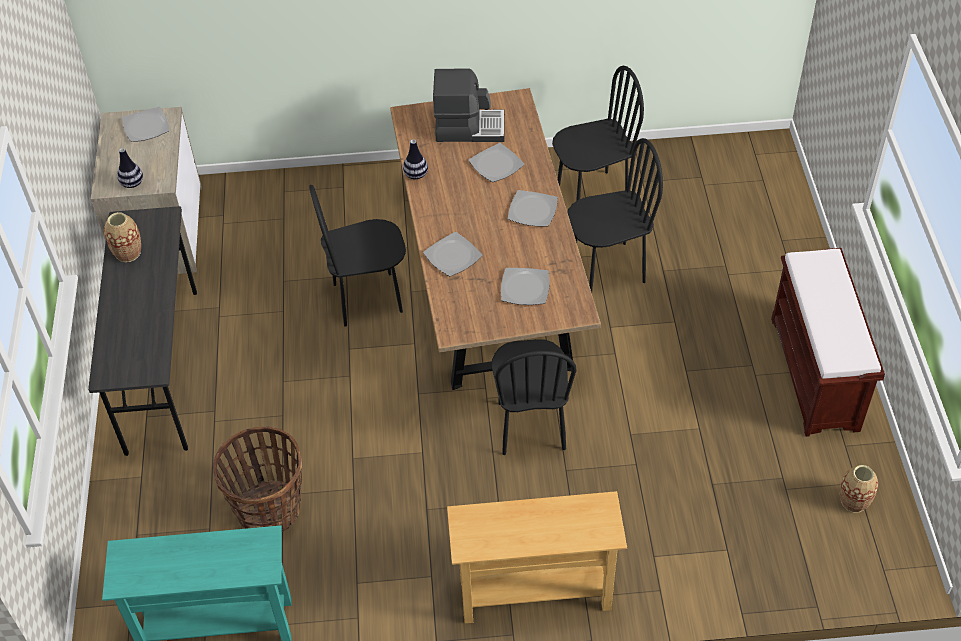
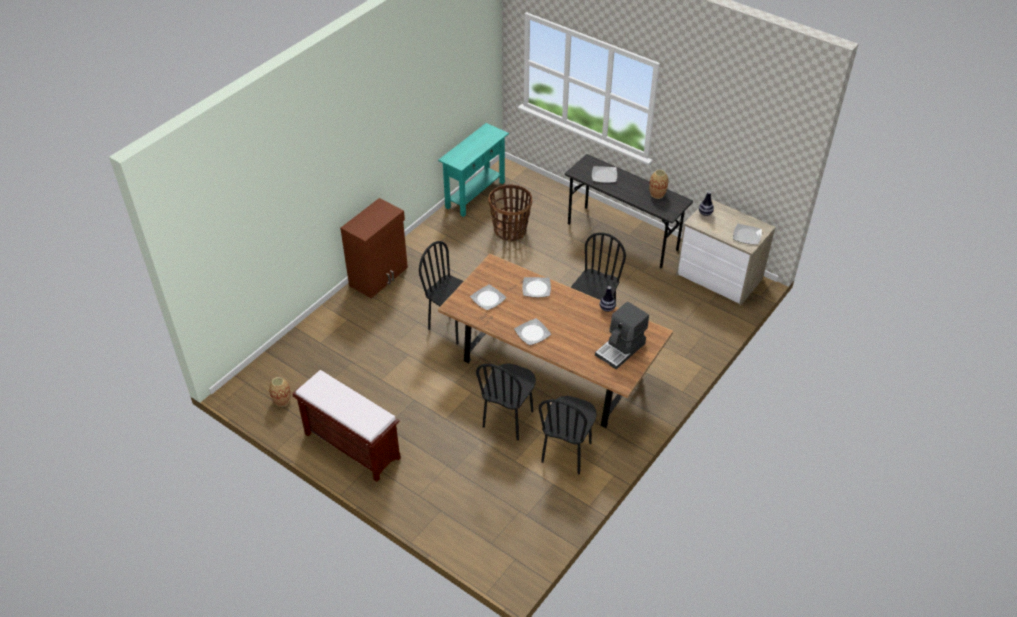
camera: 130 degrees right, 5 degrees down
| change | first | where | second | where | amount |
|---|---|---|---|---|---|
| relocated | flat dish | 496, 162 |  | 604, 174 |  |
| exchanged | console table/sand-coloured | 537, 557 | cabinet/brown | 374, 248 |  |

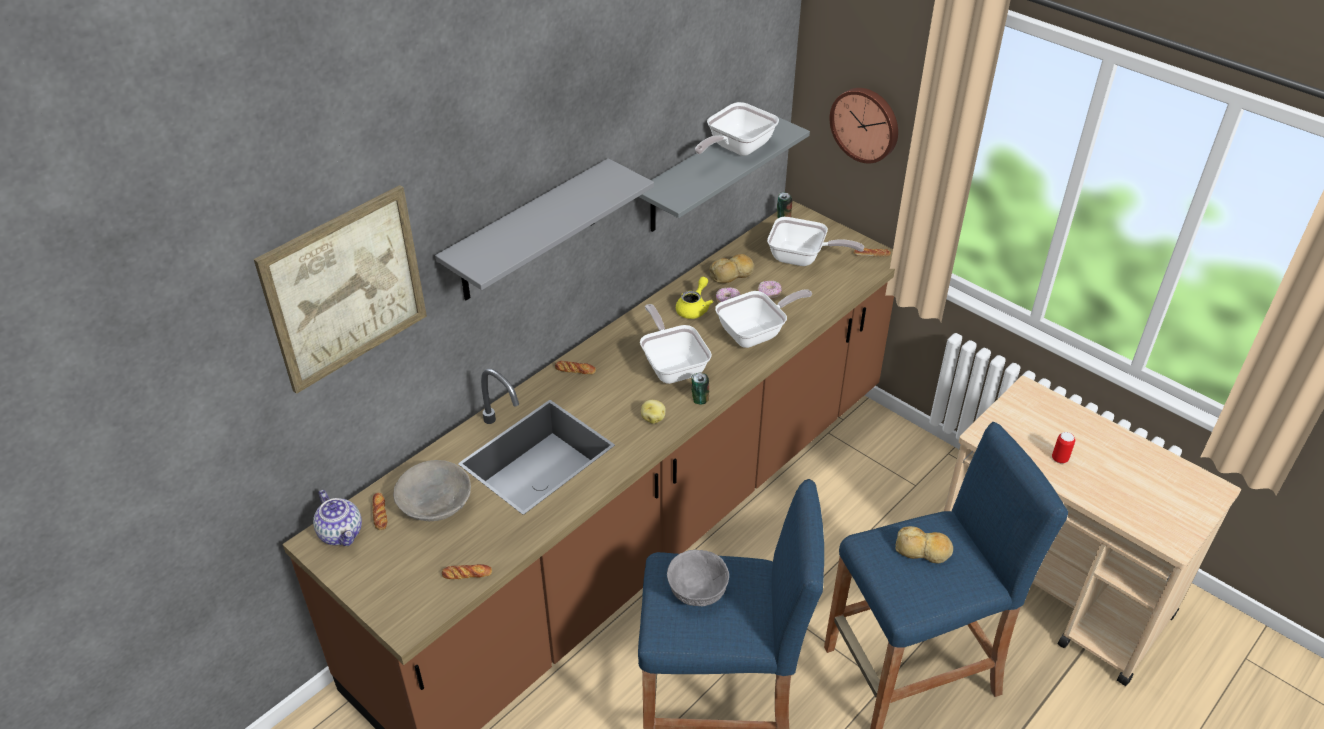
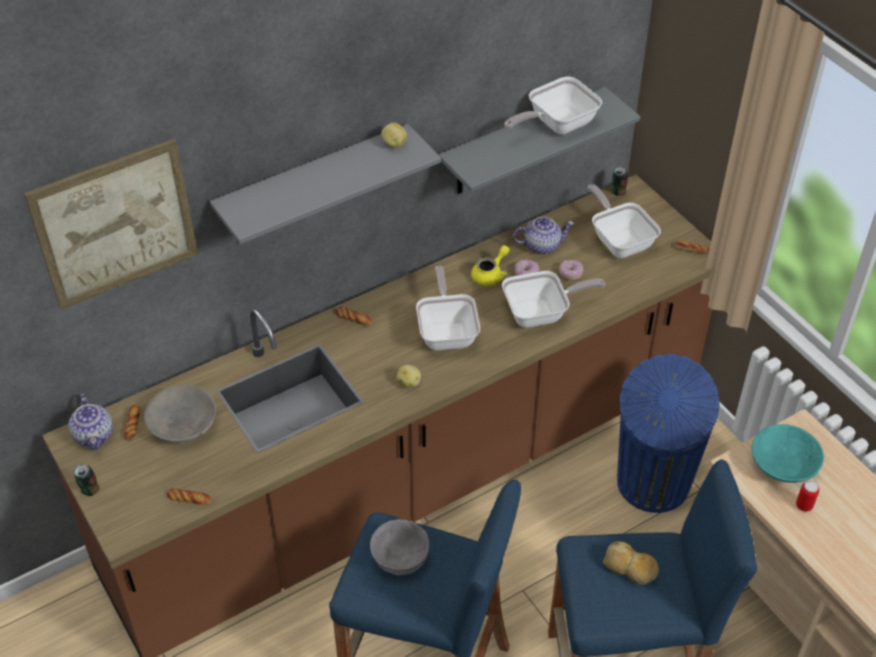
camera: 15 degrees right, 5 degrees up
| change | first | where | second | where | amount |
|---|---|---|---|---|---|
| missing | wall clock | 863, 126 |  |  |  |
| spun | frying pan | 815, 241 |  | 624, 221 | 150 degrees counterclockwise |
| exchanged | bakery bread | 732, 268 | pot for tea | 543, 235 |  |
| relocated | metal can | 700, 388 |  | 86, 480 |  |
| appeared |  |  | potato | 394, 135 |  |
| appeared |  |  | waste bin/bluish | 668, 433 |  |
| appeared |  |  | deep dish/turquoise | 787, 453 |  |

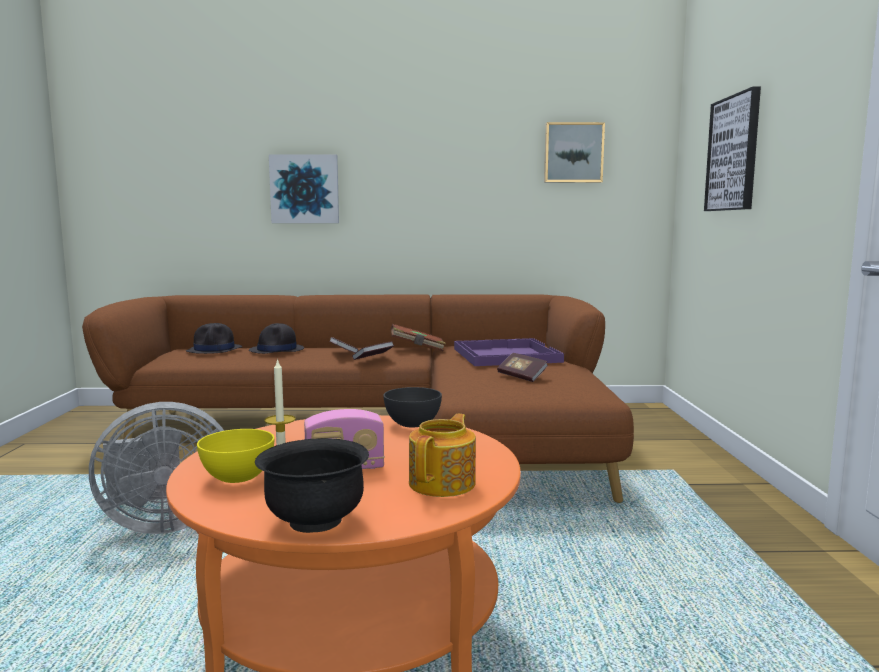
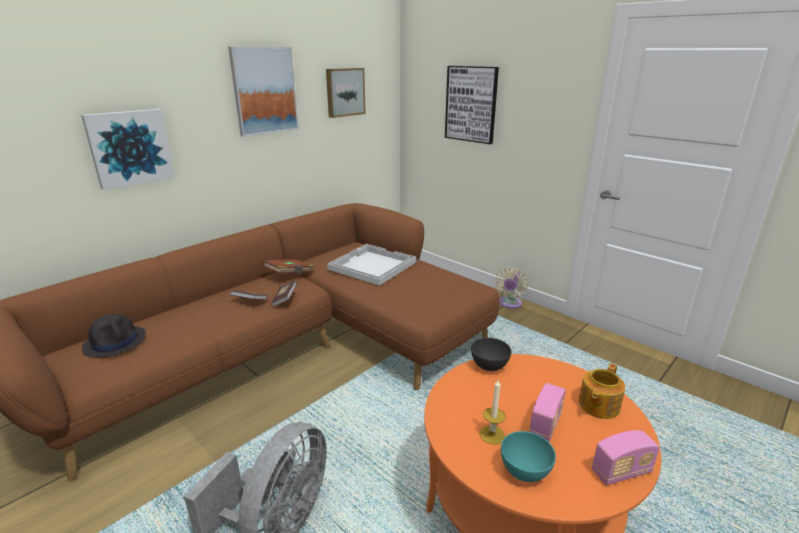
camera: 45 degrees left, 15 degrees up
| change | first | where | second | where | amount |
|---|---|---|---|---|---|
| missing | clothing hat/blackish | 276, 338 |  |  |  |
| colour | tray/purple-coloured | 509, 352 | tray/white | 371, 265 |  |
| missing | book | 522, 367 |  |  |  |
| spun | pot for tea | 442, 455 |  | 602, 391 | 120 degrees counterclockwise |
| colour | deep dish/yellow-coloured | 235, 456 | deep dish/turquoise | 528, 456 |  |
| exchanged | deep dish/blackish | 312, 485 | radio set | 626, 457 |  |
| appeared |  |  | wall art | 263, 92 |  |
| appeared |  |  | electric fan/sand-coloured | 511, 287 |  |

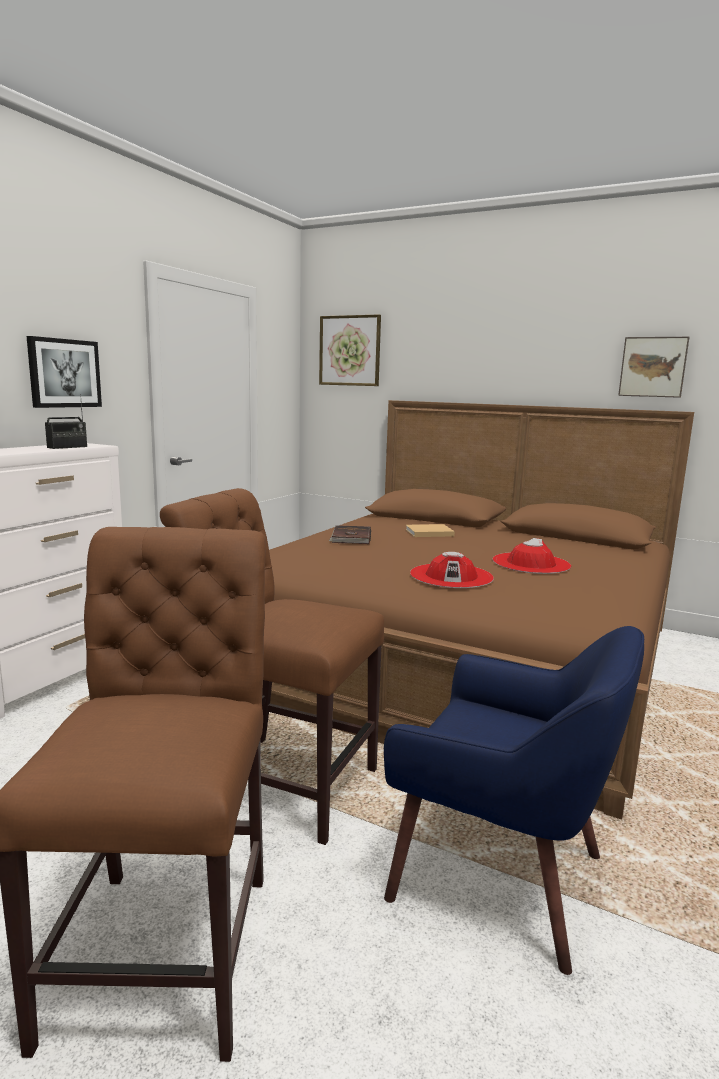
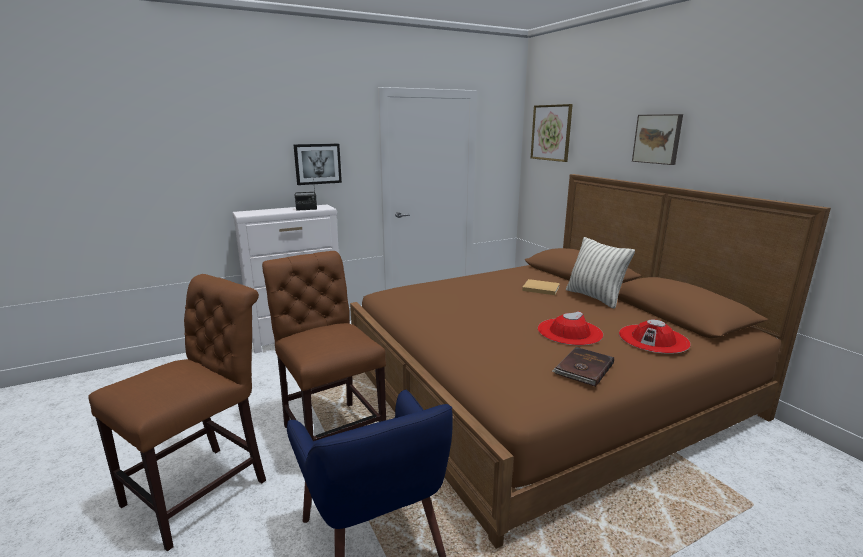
camera: 35 degrees right, 5 degrees up
| change | first | where | second | where | amount |
|---|---|---|---|---|---|
| relocated | wall art | 653, 367 |  | 657, 139 |  |
| relocated | book/brown | 350, 534 |  | 583, 367 |  |
| relocated | clothing hat/red-coloured | 452, 570 |  | 655, 336 |  |
| appeared |  |  | pillow | 600, 273 |  |

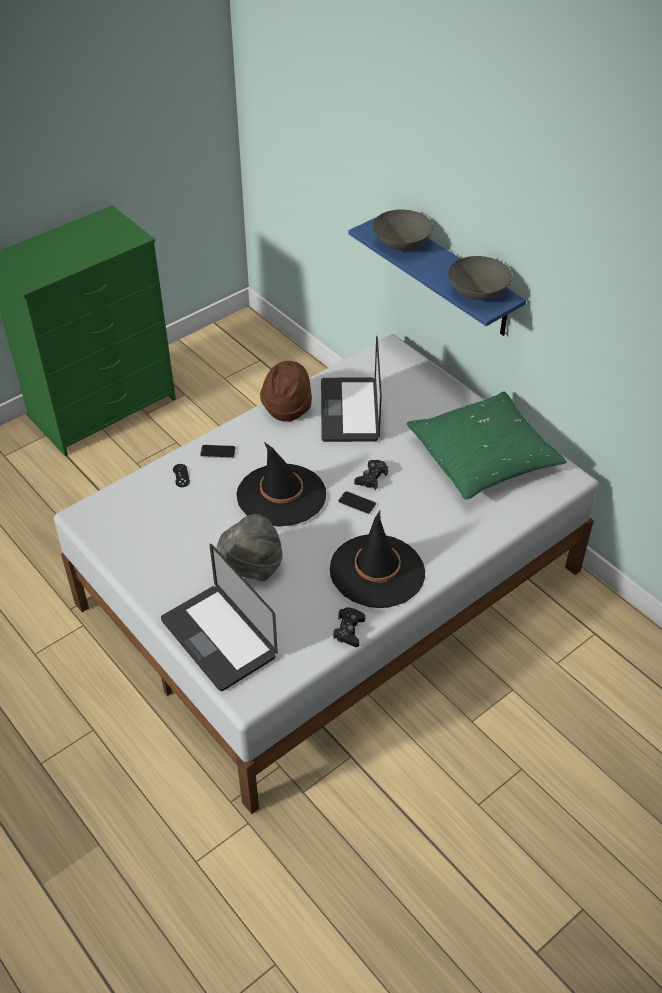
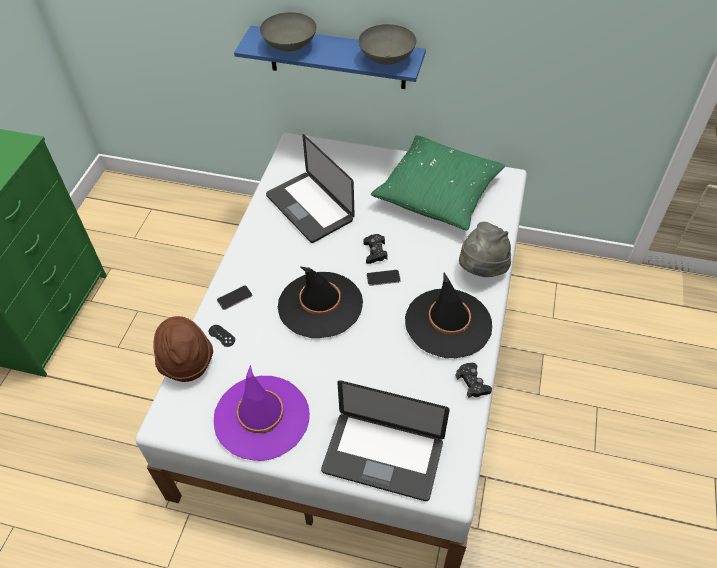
camera: 35 degrees left, 5 degrees up
| change | first | where | second | where | amount |
|---|---|---|---|---|---|
| relocated | clothing hat/brown | 286, 391 |  | 183, 349 |  |
| relocated | clothing hat/greyish | 249, 547 |  | 485, 249 |  |
| appeared |  |  | clothing hat/purple-coloured | 262, 413 |  |

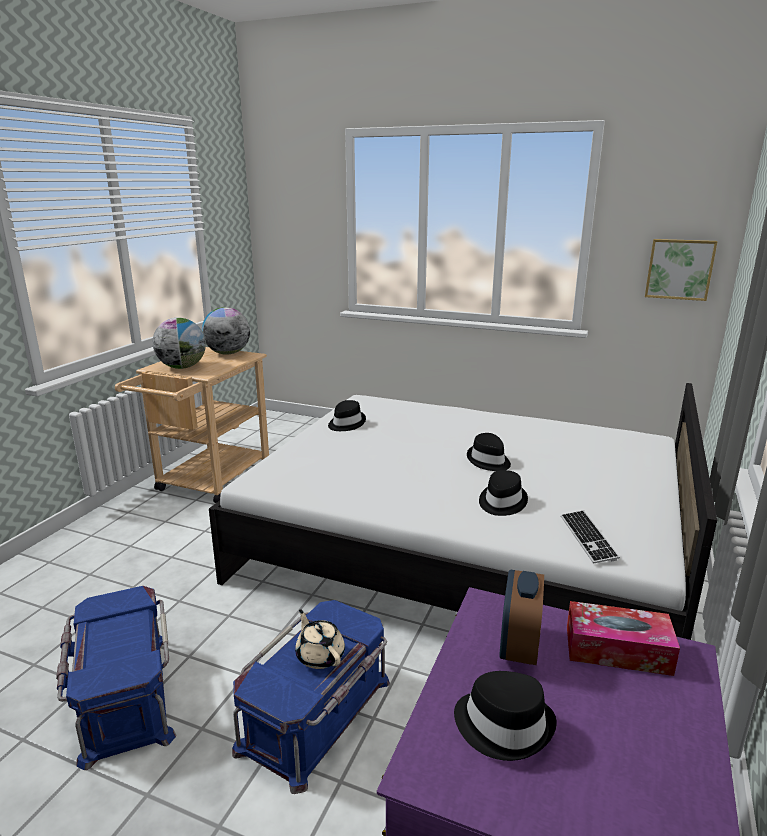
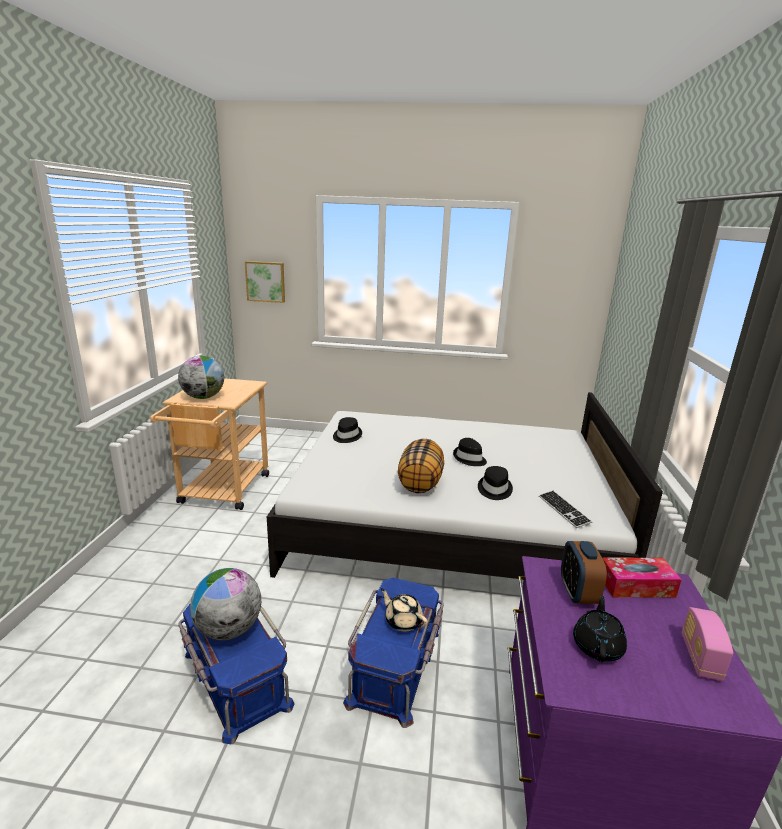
camera: 15 degrees left, 0 degrees up
| change | first | where | second | where | amount |
|---|---|---|---|---|---|
| relocated | wall art | 681, 270 |  | 265, 282 |  |
| relocated | globe | 226, 331 |  | 225, 604 |  |
| exchanged | clothing hat/blackish | 505, 716 | pot for tea/blackish | 600, 628 |  |
| appeared |  |  | pillow | 421, 466 |  |
| appeared |  |  | radio set | 707, 644 |  |

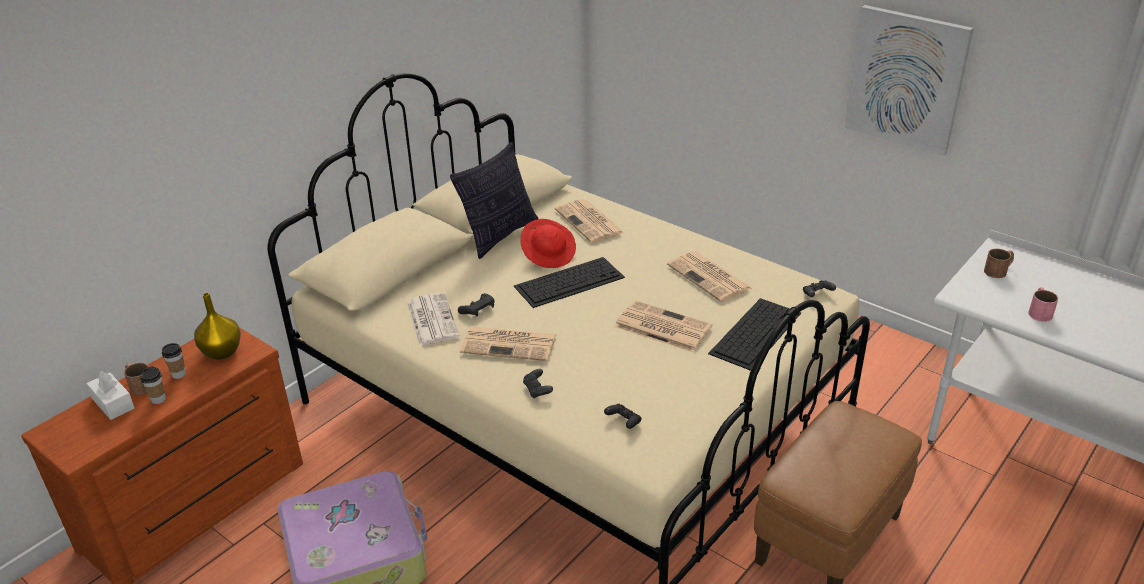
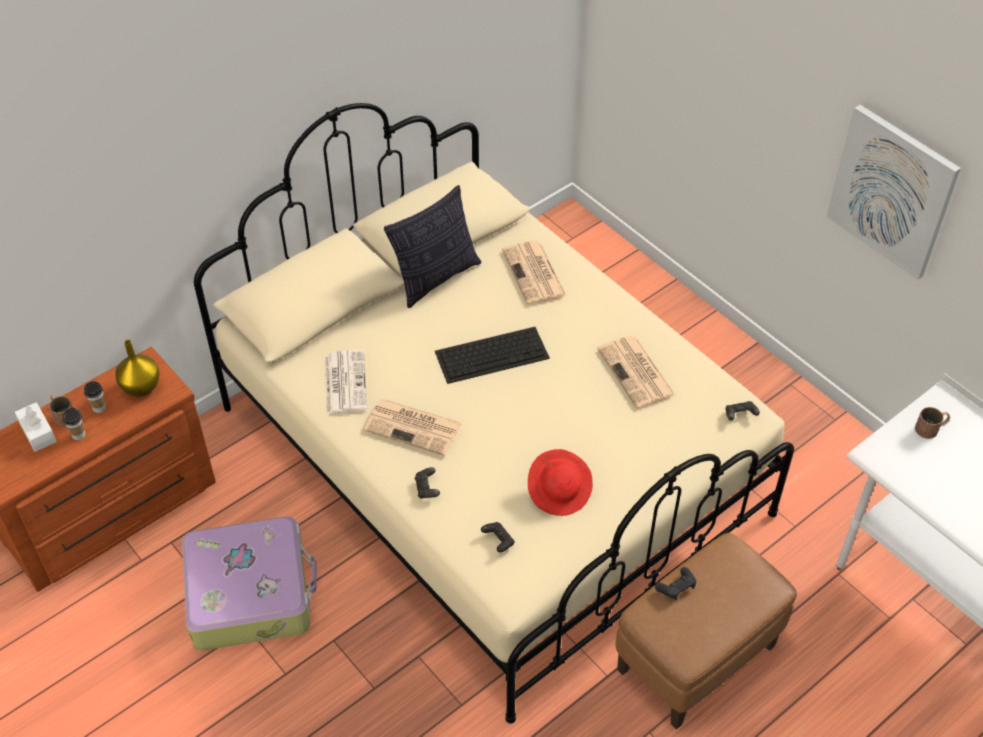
camera: 10 degrees right, 15 degrees up
| change | first | where | second | where | amount |
|---|---|---|---|---|---|
| relocated | clothing hat/red-coloured | 548, 243 |  | 560, 482 |  |
| missing | mug/pink-coloured | 1043, 304 |  |  |  |
| relocated | game controller/blackish | 476, 304 |  | 675, 583 |  |
| missing | PC keyboard | 754, 334 |  |  |  |
| missing | printed paper | 664, 326 |  |  |  |

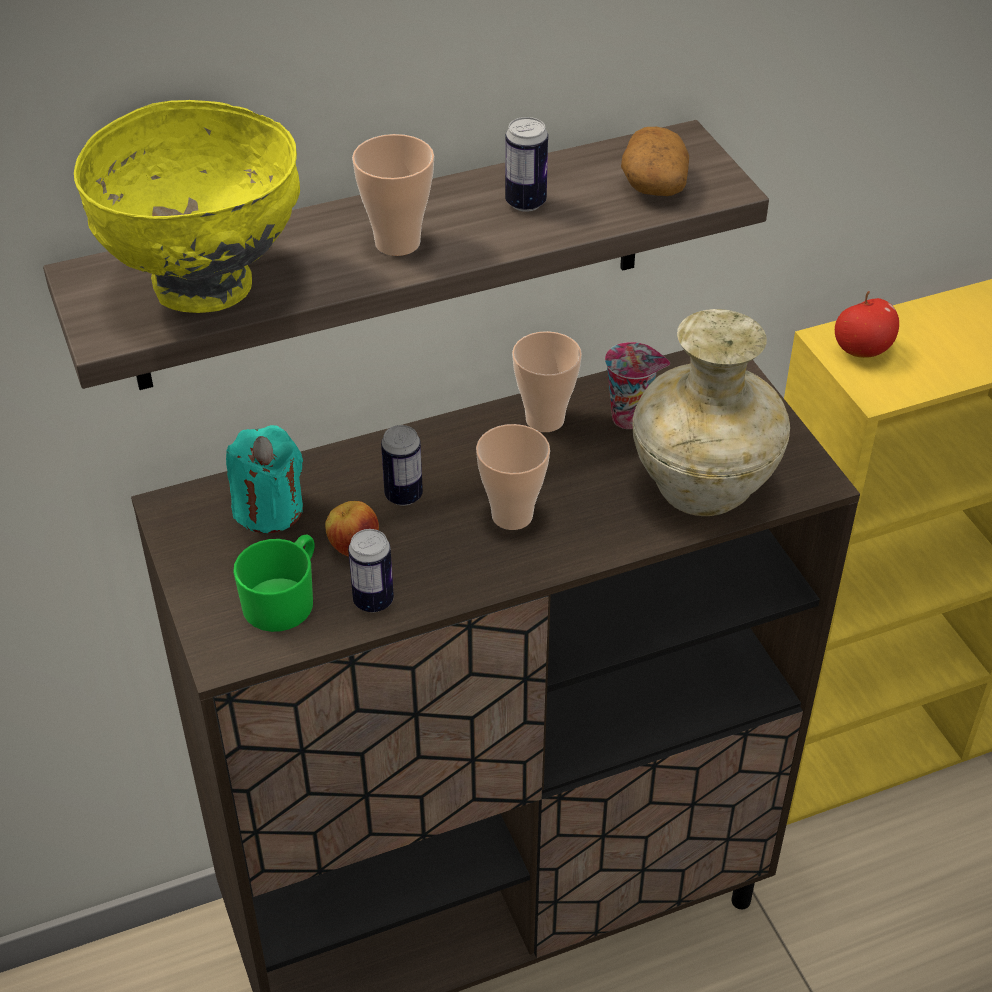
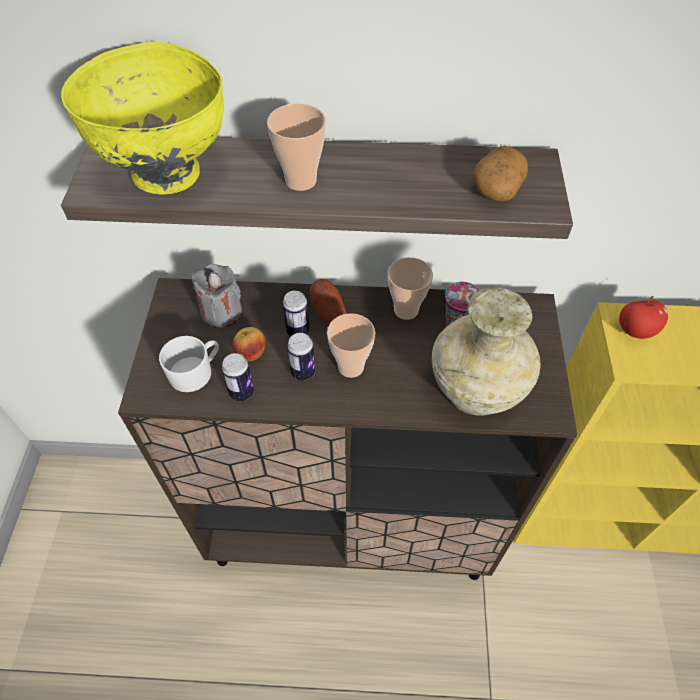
camera: 25 degrees right, 10 degrees up
| change | first | where | second | where | amount |
|---|---|---|---|---|---|
| relocated | metal can | 526, 164 |  | 301, 356 |  |
| colour | wax candle/turquoise | 264, 479 | wax candle/greyish | 216, 296 |  |
| colour | mug/greenish | 274, 583 | mug/white | 189, 364 |  |
| appeared |  |  | potato | 327, 301 |  |

